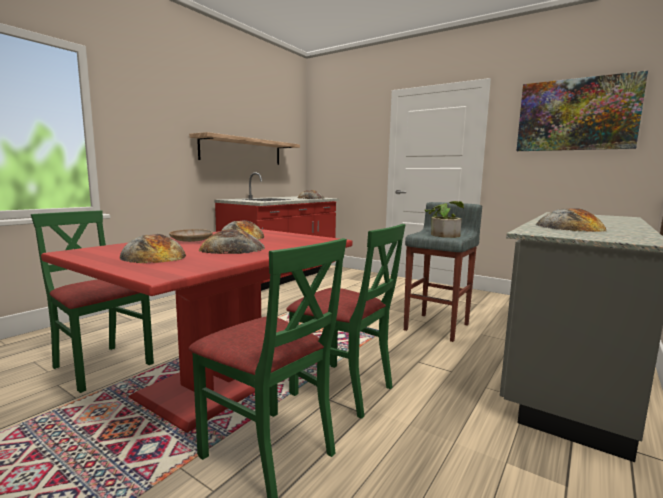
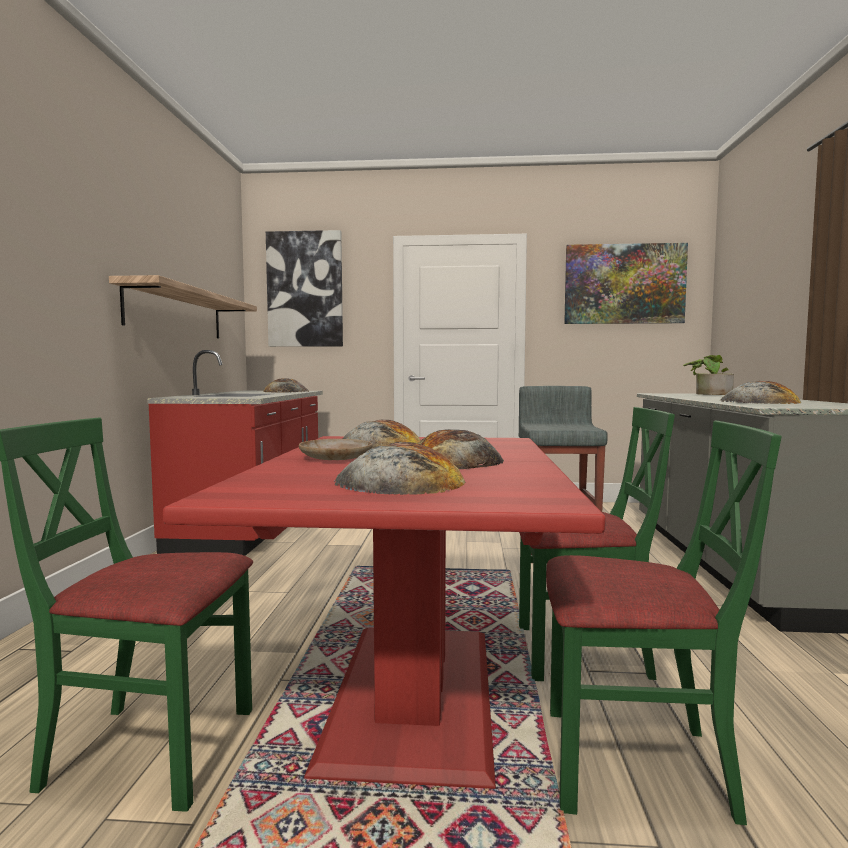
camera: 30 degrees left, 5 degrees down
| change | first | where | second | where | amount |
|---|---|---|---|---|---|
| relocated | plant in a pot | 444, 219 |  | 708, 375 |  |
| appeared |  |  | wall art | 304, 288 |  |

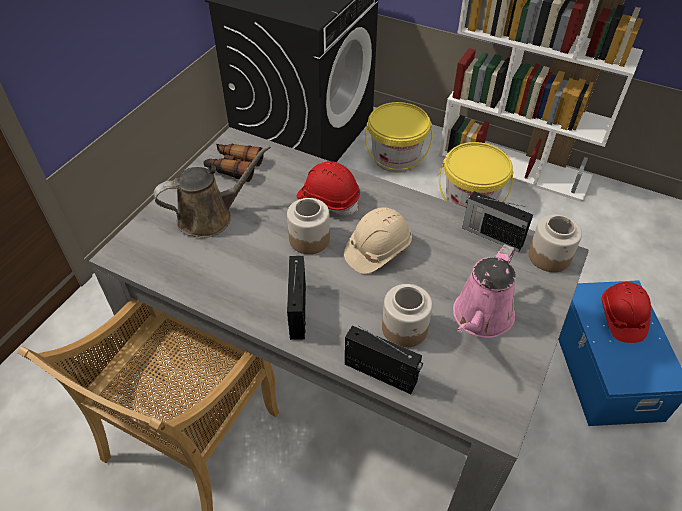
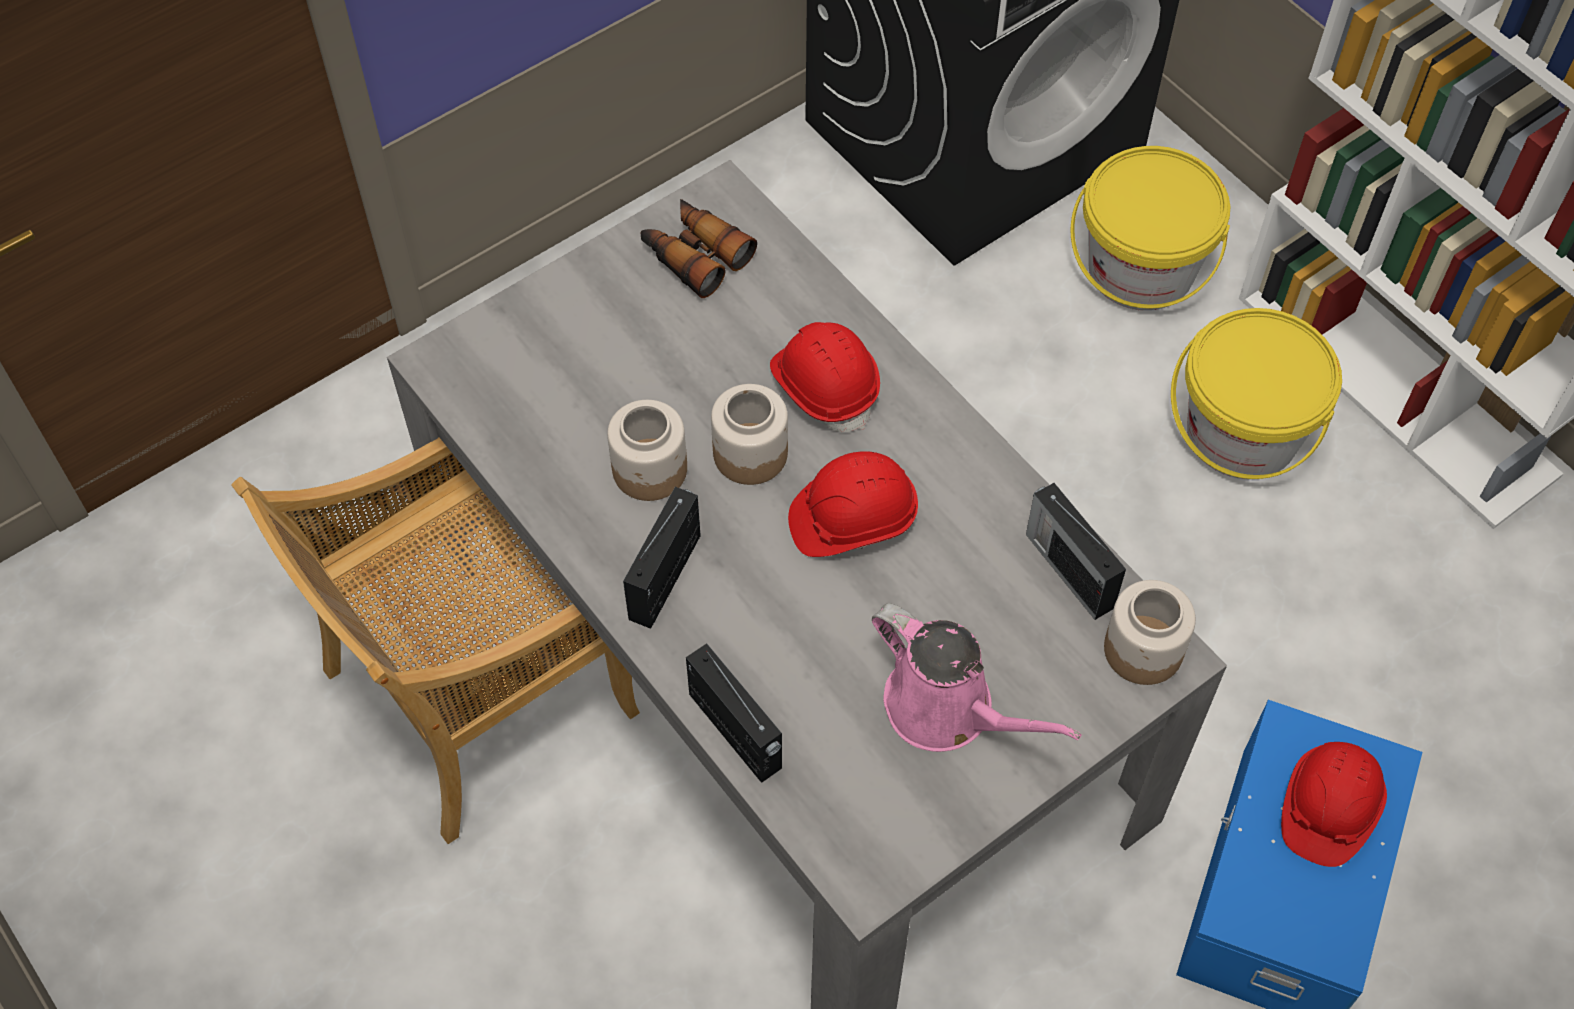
camera: 25 degrees right, 10 degrees up
| change | first | where | second | where | amount |
|---|---|---|---|---|---|
| missing | watering pot/brown | 212, 191 |  |  |  |
| colour | safety helmet/sand-coloured | 378, 240 | safety helmet/red-coloured | 853, 504 |  |
| spun | watering pot/pink-coloured | 484, 291 |  | 977, 678 | 105 degrees counterclockwise |
| relocated | storage jar | 407, 316 |  | 647, 450 |  |

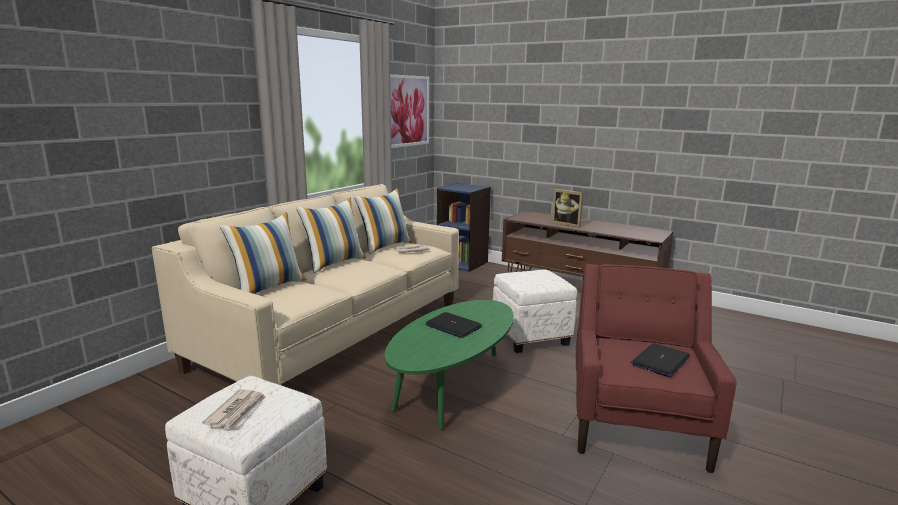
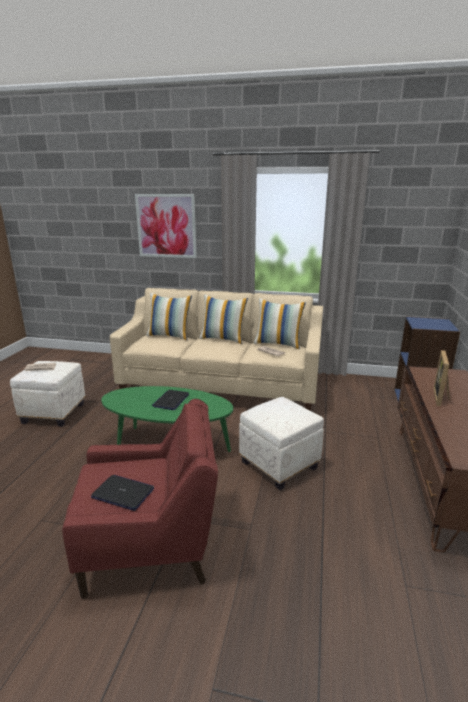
camera: 70 degrees right, 5 degrees up
| change | first | where | second | where | amount |
|---|---|---|---|---|---|
| relocated | wall art | 409, 111 |  | 166, 226 |  |

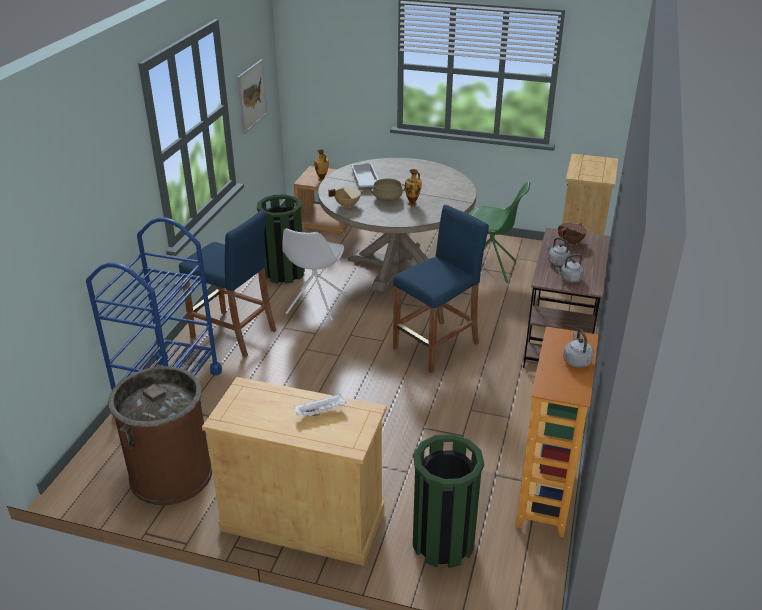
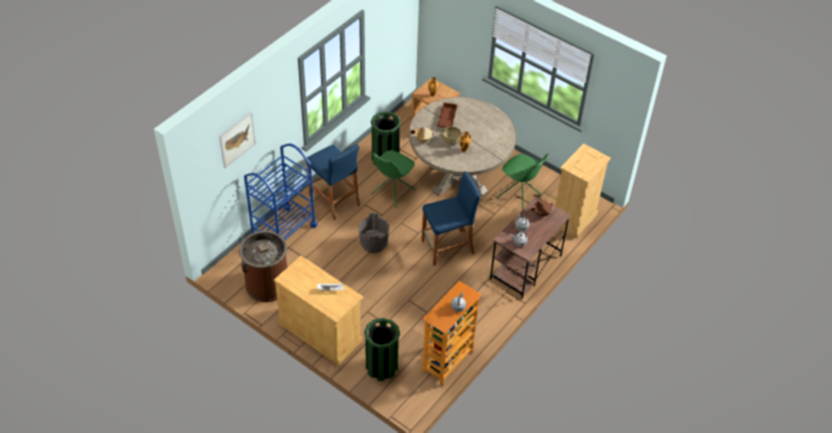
camera: 20 degrees right, 15 degrees up
| change | first | where | second | where | amount |
|---|---|---|---|---|---|
| relocated | wall art | 252, 96 |  | 237, 140 |  |
| colour | tray/white | 365, 175 | tray/brown | 447, 115 |  |
| colour | plain chair/white | 314, 275 | plain chair/greenish | 393, 179 |  |
| appeared |  |  | pail/greyish | 374, 232 |  |

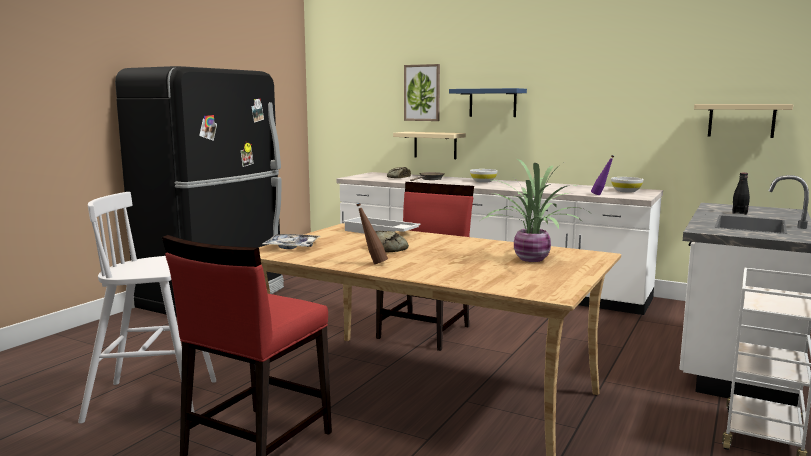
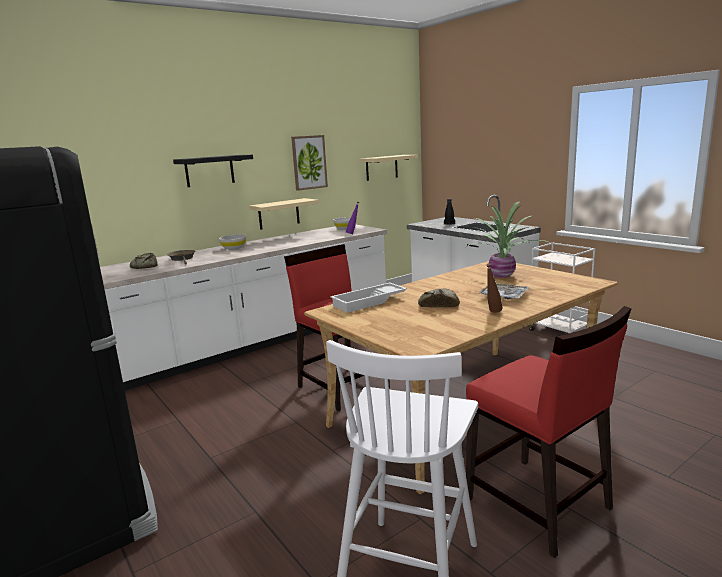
camera: 65 degrees left, 5 degrees up
| change | first | where | second | where | amount |
|---|---|---|---|---|---|
| relocated | wall art | 422, 92 |  | 309, 163 |  |
| colour | shelf/bluish | 488, 102 | shelf/blackish | 213, 171 |  |
| relocated | shelf/sand-coloured | 429, 145 |  | 284, 214 |  |
| relocated | tray | 291, 241 |  | 503, 291 |  |

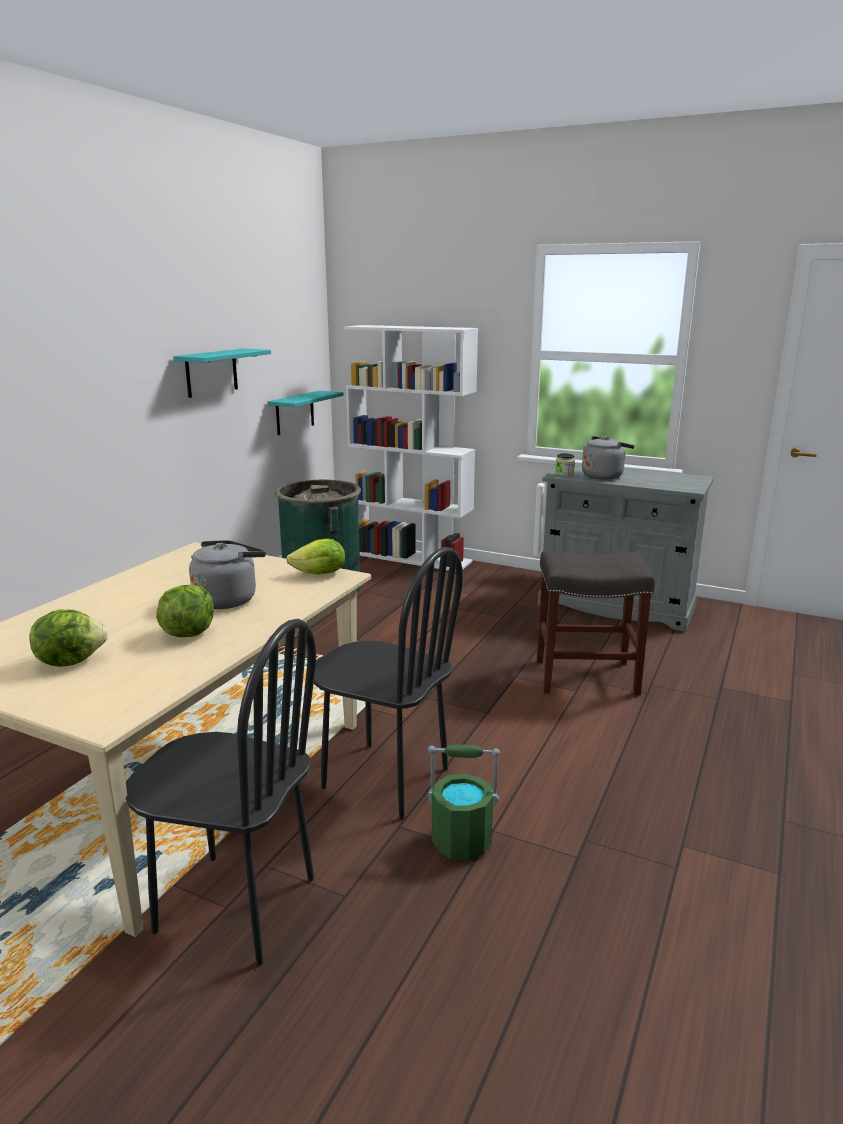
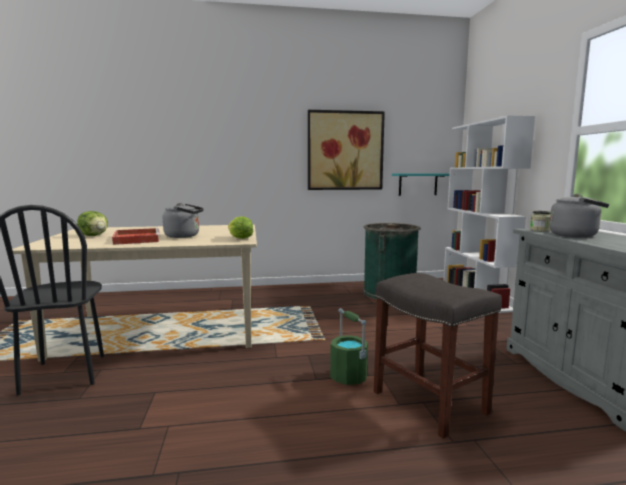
camera: 55 degrees right, 10 degrees down
| change | first | where | second | where | amount |
|---|---|---|---|---|---|
| exchanged | shelf/turquoise | 222, 373 | wall art | 346, 150 |  |
| missing | plain chair/blackish | 388, 683 |  |  |  |
| exchanged | lettuce head | 185, 611 | tray/red-coloured | 136, 236 |  |
| relocated | pail/greenish | 464, 802 |  | 349, 346 |  |

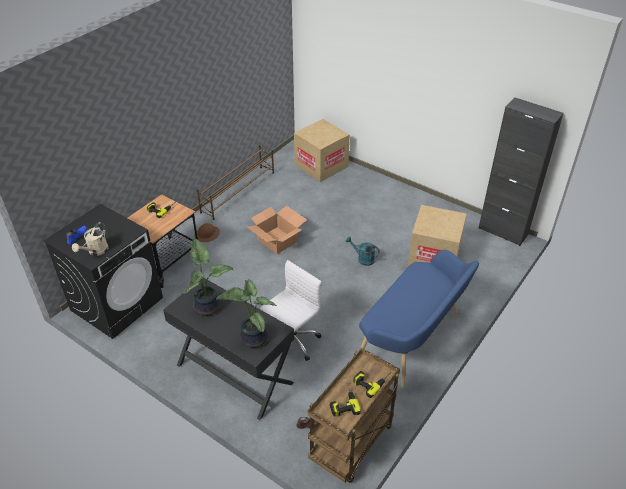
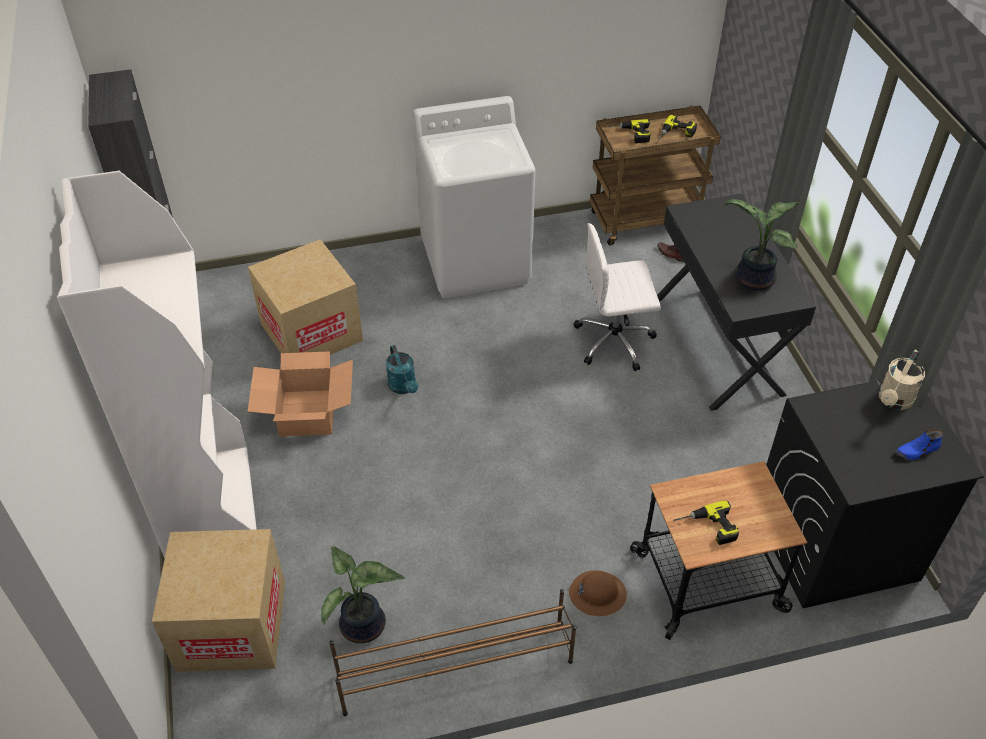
camera: 140 degrees left, 5 degrees up
| change | first | where | second | where | amount |
|---|---|---|---|---|---|
| relocated | cardboard box | 276, 230 |  | 300, 394 |  |
| spun | watering pot/sand-coloured | 90, 239 |  | 902, 380 | 150 degrees clockwise |
| exchanged | indoor bench/bluish | 419, 319 | laundry appliance/white | 474, 197 |  |
| relocated | plant in a pot | 246, 313 |  | 363, 595 |  |
| appeared |  |  | bookcase/white | 157, 364 |  |

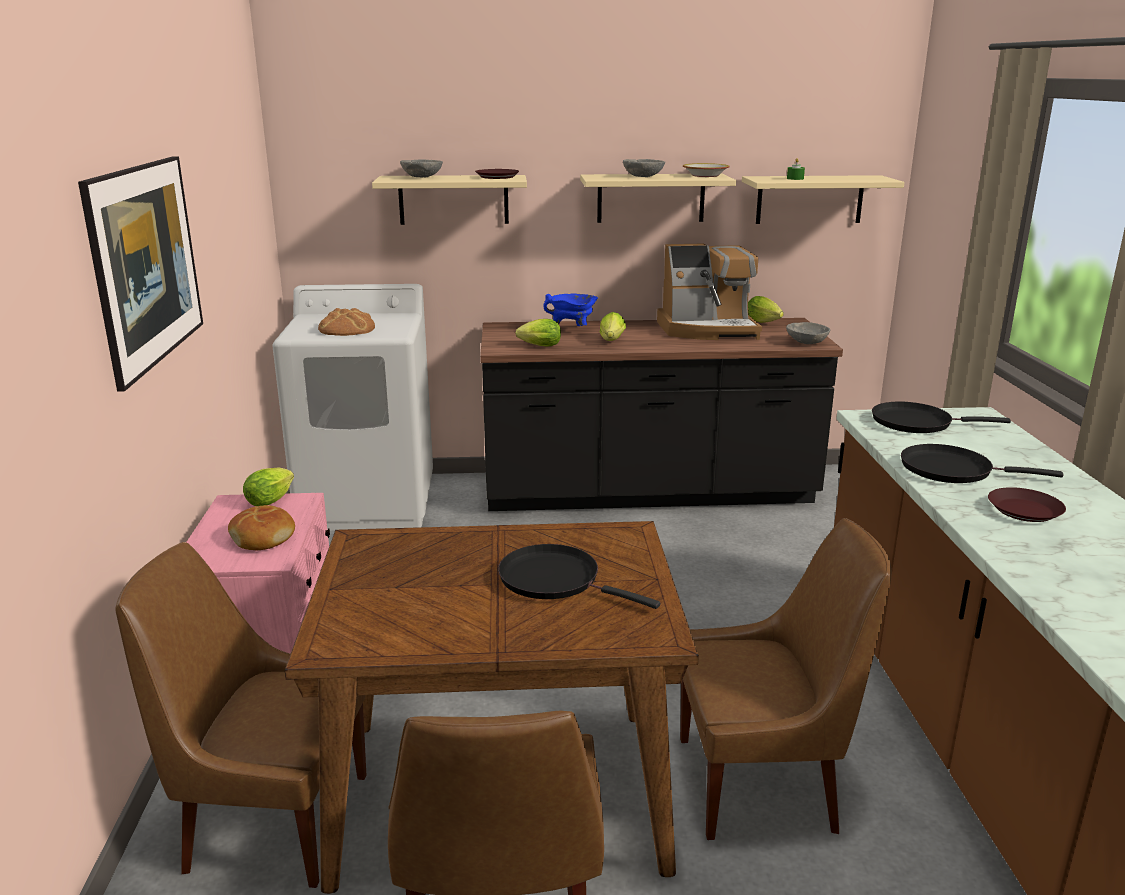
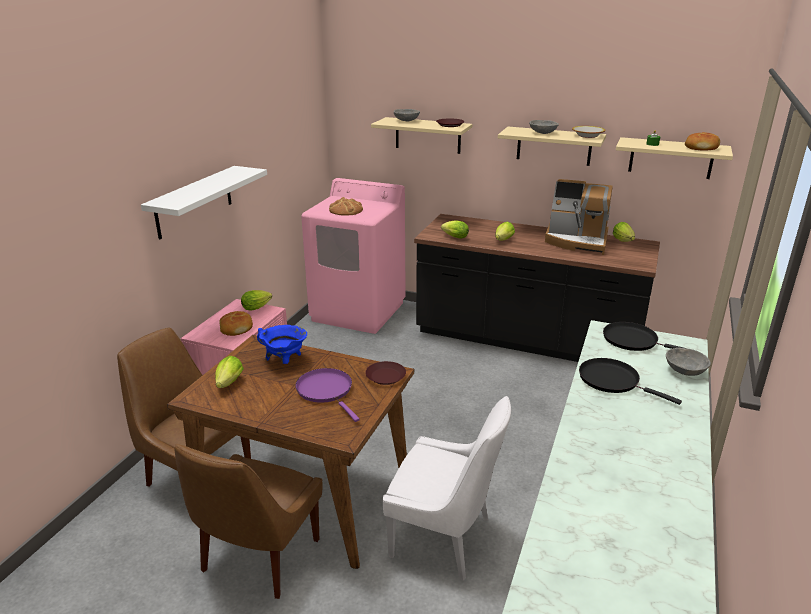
camera: 25 degrees right, 5 degrees up
| change | first | where | second | where | amount |
|---|---|---|---|---|---|
| exchanged | wall art | 140, 274 | shelf/white | 204, 202 |  |
| colour | laundry appliance/white | 352, 407 | laundry appliance/pink-coloured | 353, 256 |  |
| relocated | stockpot/bluish | 570, 309 |  | 282, 344 |  |
| relocated | deep dish/greyish | 808, 333 |  | 688, 362 |  |
| relocated | flat dish/brown | 1027, 504 |  | 385, 373 |  |
| colour | plain chair/brown | 786, 679 | plain chair/white | 447, 488 |  |
| colour | frying pan/blackish | 579, 576 | frying pan/purple-coloured | 328, 395 |  |
| appeared |  |  | bakery bread | 702, 141 |  |
| appeared |  |  | lettuce head | 229, 372 |  |

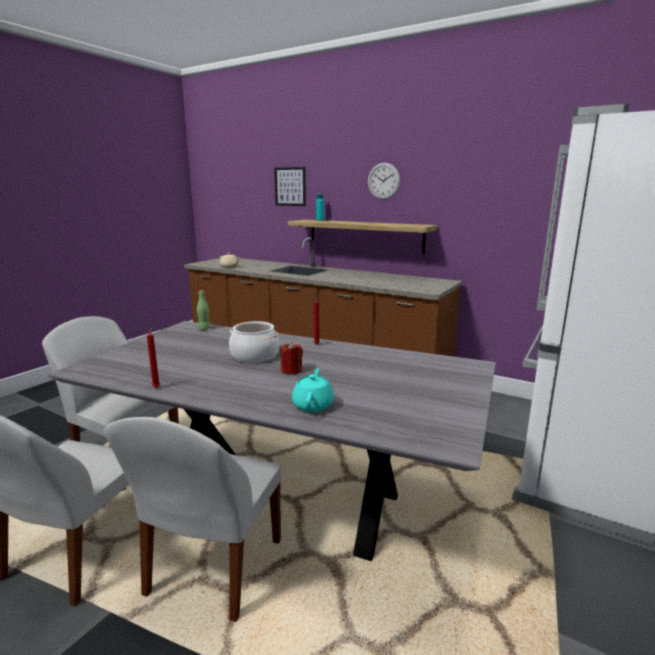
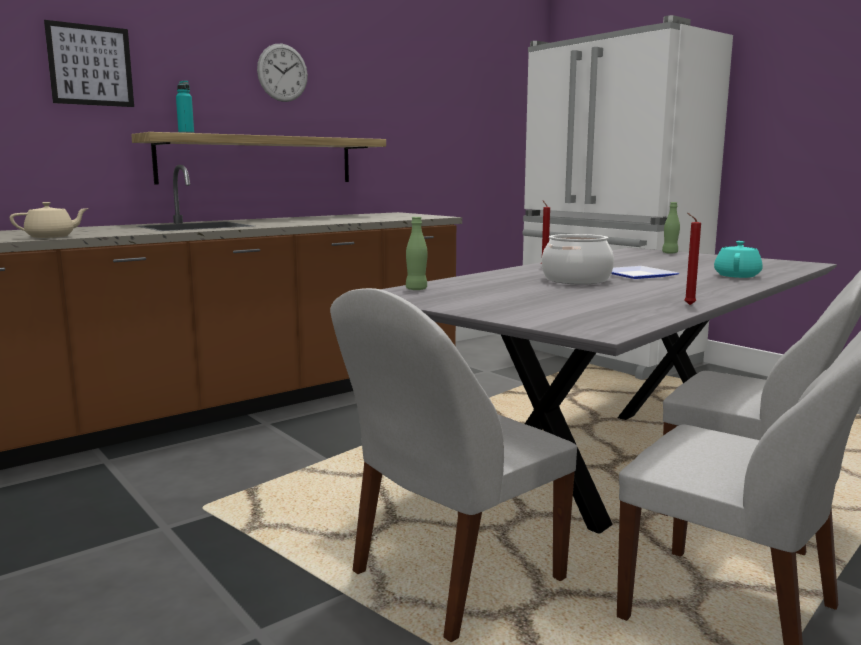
camera: 70 degrees left, 5 degrees down
| change | first | where | second | where | amount |
|---|---|---|---|---|---|
| exchanged | wax candle/red-coloured | 291, 358 | flat dish | 645, 272 |  |
| spun | pot for tea/turquoise | 313, 390 |  | 738, 259 | 90 degrees clockwise |
| appeared |  |  | bottle/greenish | 671, 228 |  |

